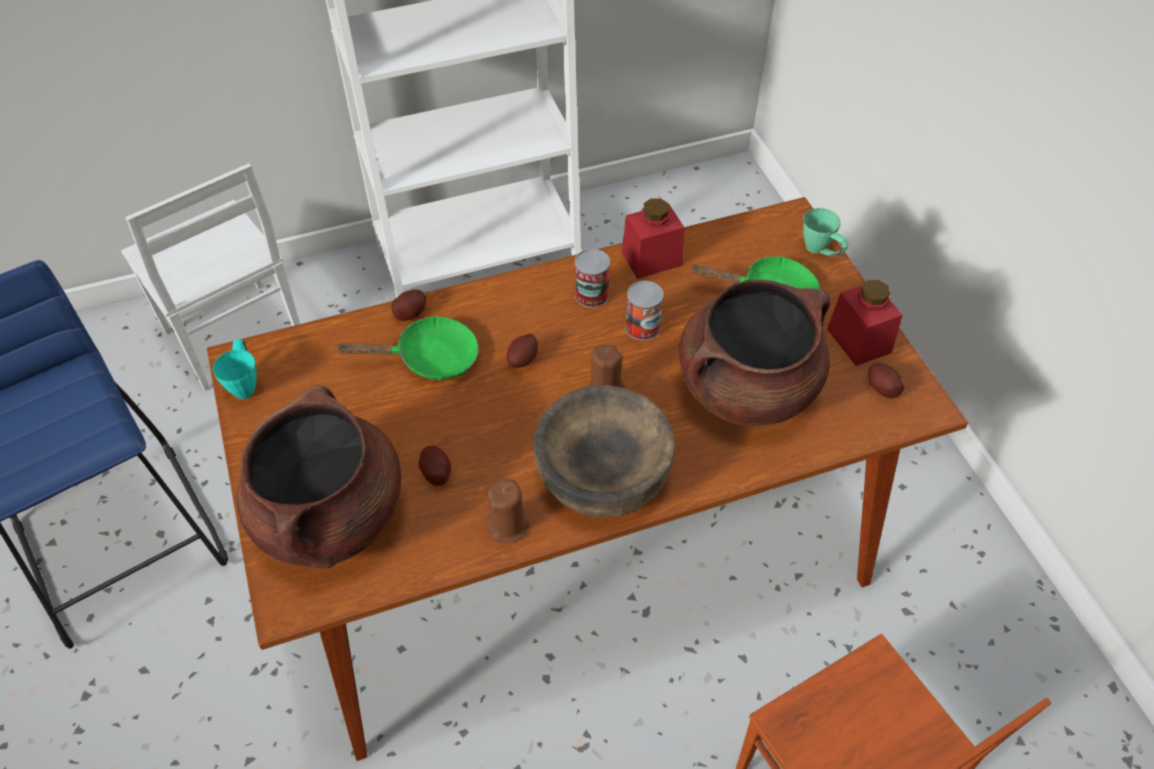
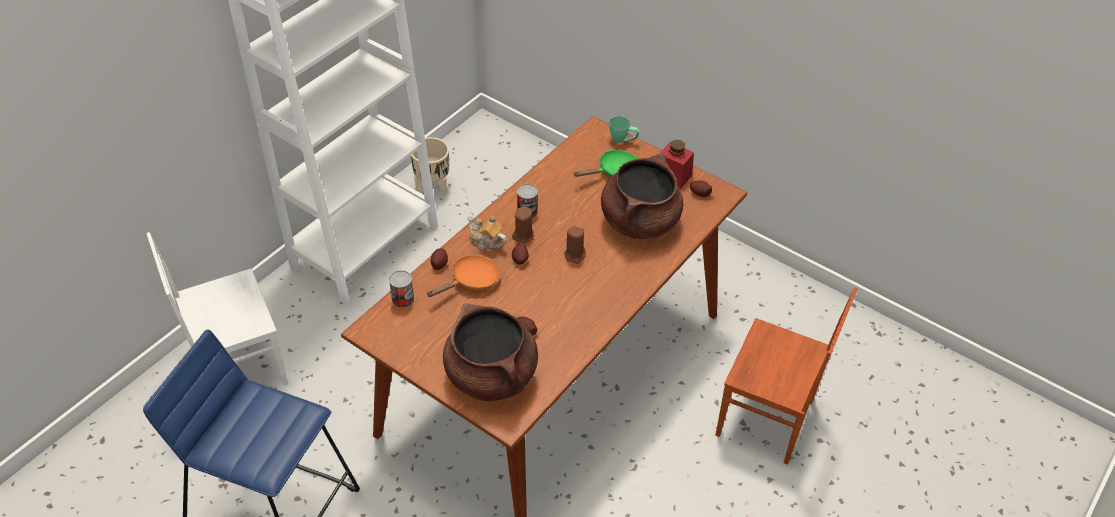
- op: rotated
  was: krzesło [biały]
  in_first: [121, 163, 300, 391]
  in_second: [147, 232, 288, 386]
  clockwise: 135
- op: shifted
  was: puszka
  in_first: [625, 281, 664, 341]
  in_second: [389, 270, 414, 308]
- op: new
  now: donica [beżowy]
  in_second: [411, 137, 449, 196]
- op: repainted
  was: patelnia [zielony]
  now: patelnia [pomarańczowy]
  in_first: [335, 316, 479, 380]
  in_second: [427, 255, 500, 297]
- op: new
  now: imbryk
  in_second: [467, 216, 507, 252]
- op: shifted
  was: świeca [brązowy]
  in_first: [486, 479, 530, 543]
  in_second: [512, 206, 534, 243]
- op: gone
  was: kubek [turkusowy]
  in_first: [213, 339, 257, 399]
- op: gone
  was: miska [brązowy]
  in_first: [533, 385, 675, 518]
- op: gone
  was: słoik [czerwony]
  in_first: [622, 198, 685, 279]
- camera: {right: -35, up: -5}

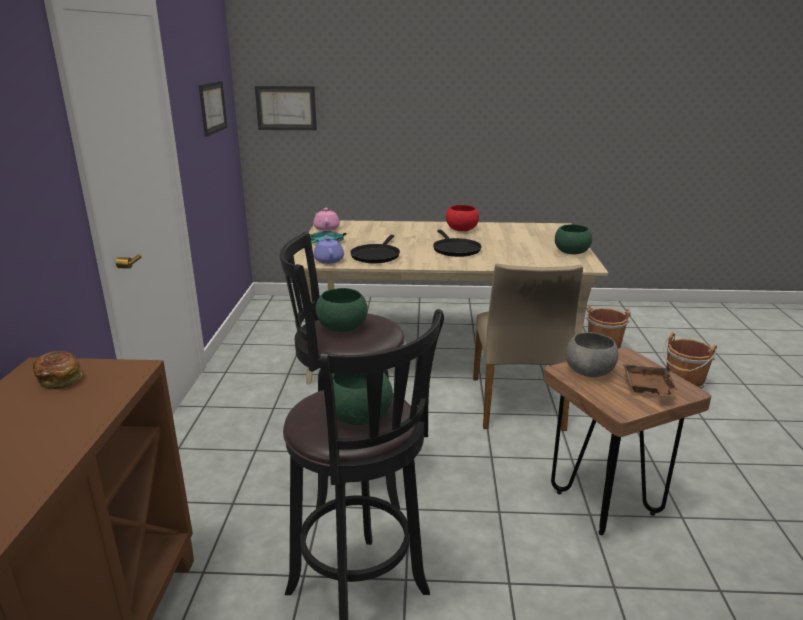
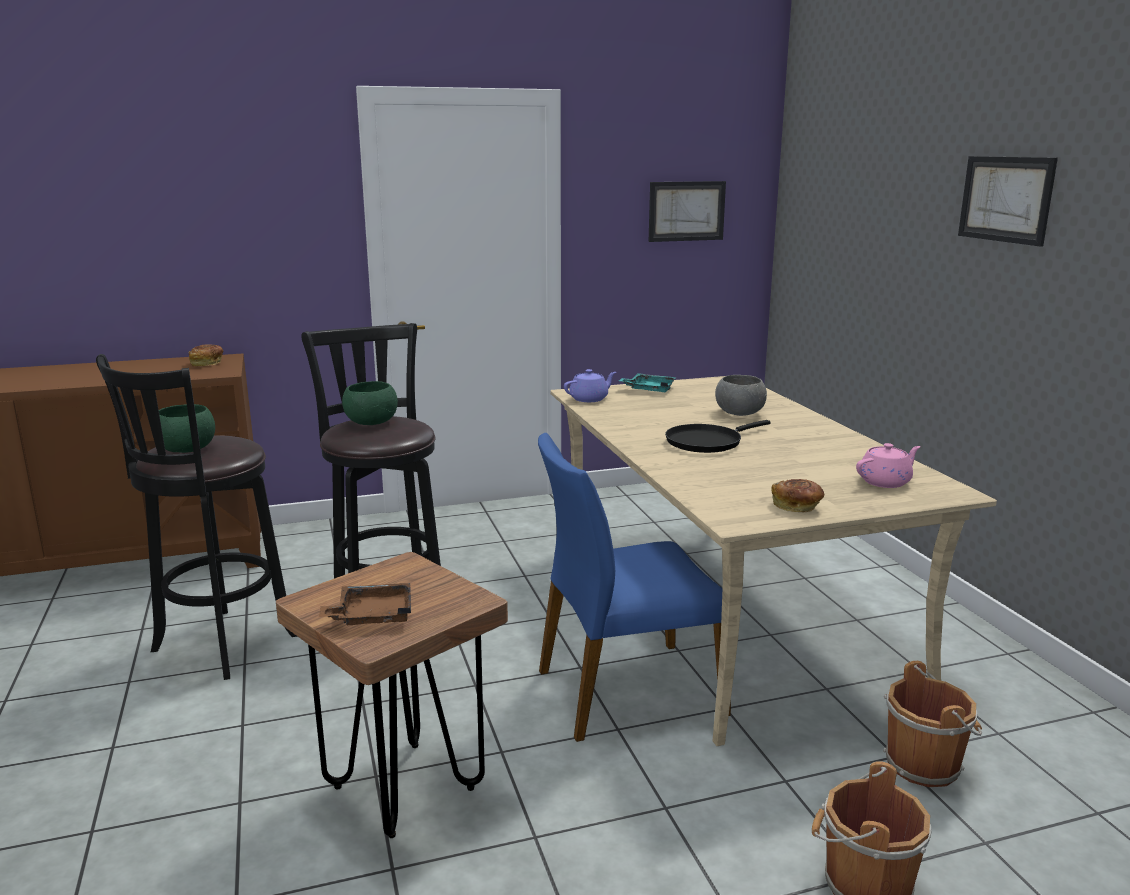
- op: repainted
  was: krzesło [beżowy]
  now: krzesło [niebieski]
  in_first: [473, 264, 583, 431]
  in_second: [538, 433, 731, 742]
- op: shifted
  was: miska [szary]
  in_first: [565, 332, 618, 377]
  in_second: [715, 375, 767, 416]
- op: swapped
  was: miska [zielony]
  now: chleb
  in_first: [555, 224, 592, 254]
  in_second: [772, 479, 824, 512]
- op: shifted
  was: imbryk [różowy]
  in_first: [313, 207, 340, 231]
  in_second: [856, 443, 921, 488]
- op: shifted
  was: obraz
  in_first: [255, 86, 317, 130]
  in_second: [958, 156, 1058, 246]
- op: gone
  was: patelnia [czarny]
  in_first: [350, 235, 400, 263]
- op: gone
  was: miska [czerwony]
  in_first: [446, 205, 479, 231]
- camera: {right: 70, up: -5}

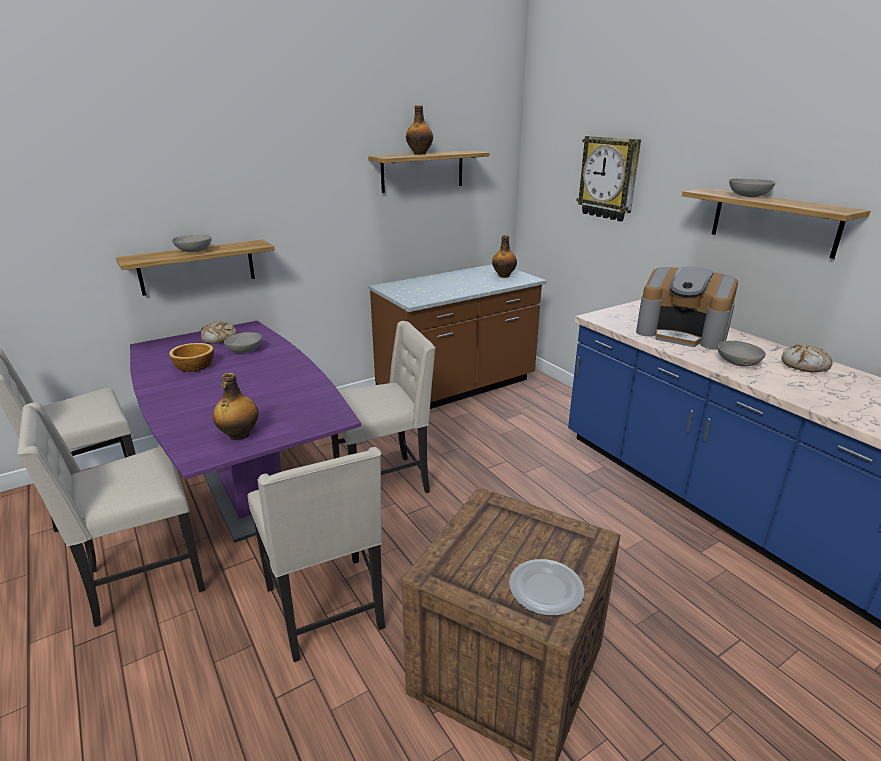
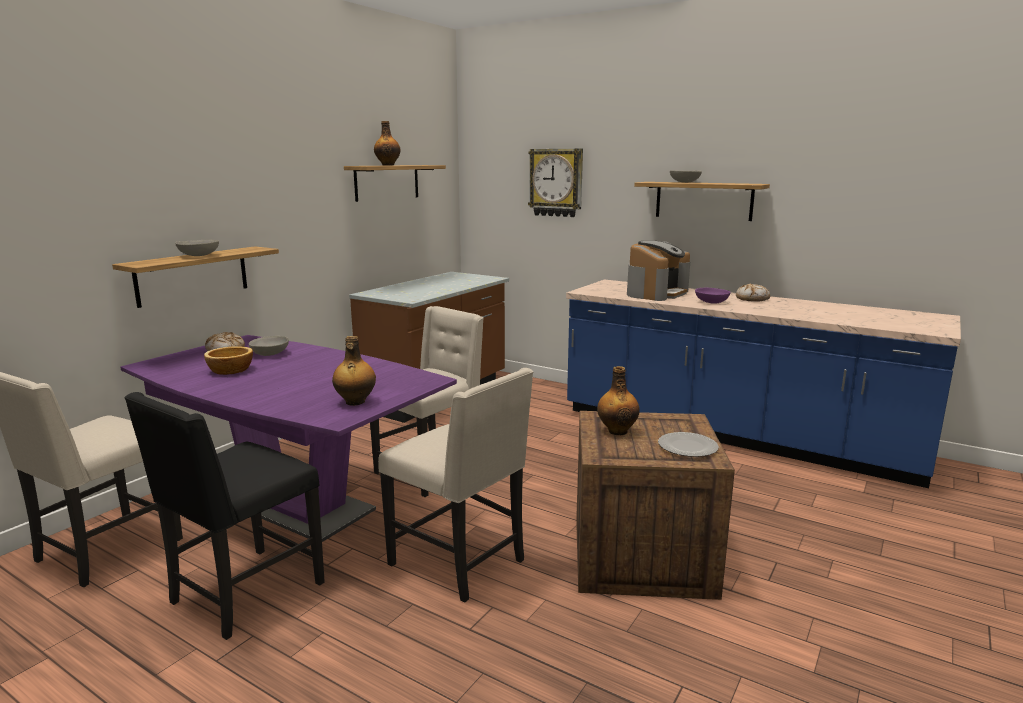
- op: repainted
  was: krzesło [beżowy]
  now: krzesło [czarny]
  in_first: [17, 402, 205, 627]
  in_second: [124, 392, 325, 640]
- op: shifted
  was: butelka
  in_first: [492, 235, 517, 278]
  in_second: [597, 366, 640, 435]
- op: rotated
  was: ekspres do kawy
  in_first: [636, 267, 738, 350]
  in_second: [627, 240, 690, 301]
  clockwise: -60
- op: repainted
  was: miska [szary]
  now: miska [fioletowy]
  in_first: [718, 341, 766, 367]
  in_second: [695, 288, 731, 304]
- camera: {right: -25, up: -10}

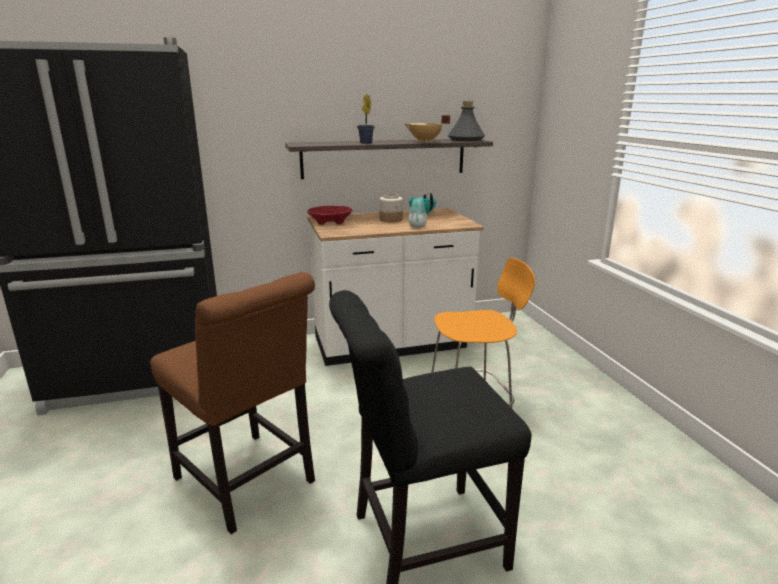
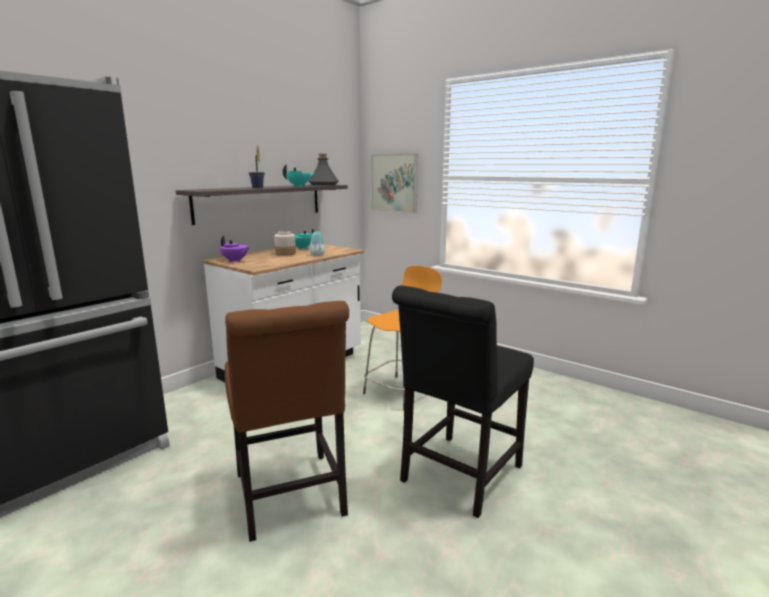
- op: swapped
  was: miska [czerwony]
  now: imbryk [fioletowy]
  in_first: [307, 206, 352, 225]
  in_second: [220, 236, 248, 262]
- op: rotated
  was: krzesło [brązowy]
  in_first: [150, 272, 315, 534]
  in_second: [225, 301, 349, 542]
  clockwise: 60
- op: swapped
  was: garnek [beżowy]
  now: imbryk [turkusowy]
  in_first: [405, 115, 450, 142]
  in_second: [283, 164, 315, 187]
- op: new
  now: obraz
  in_second: [371, 154, 418, 213]
- camera: {right: -35, up: -5}

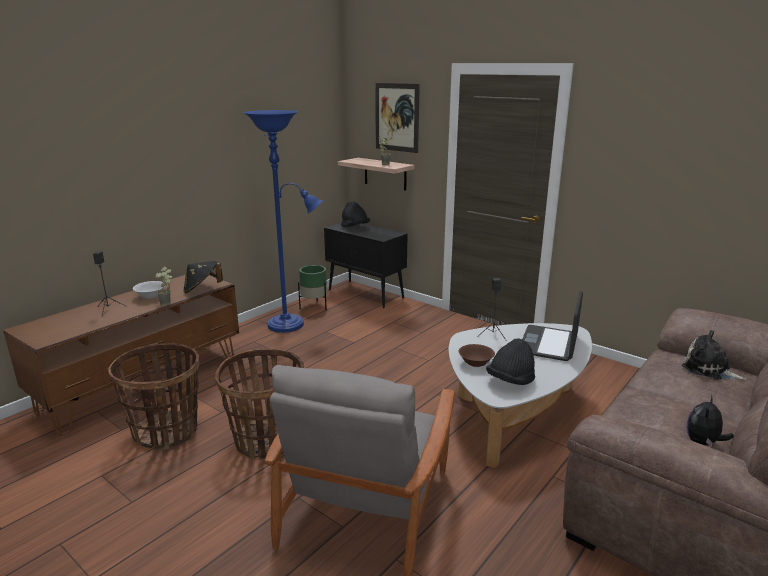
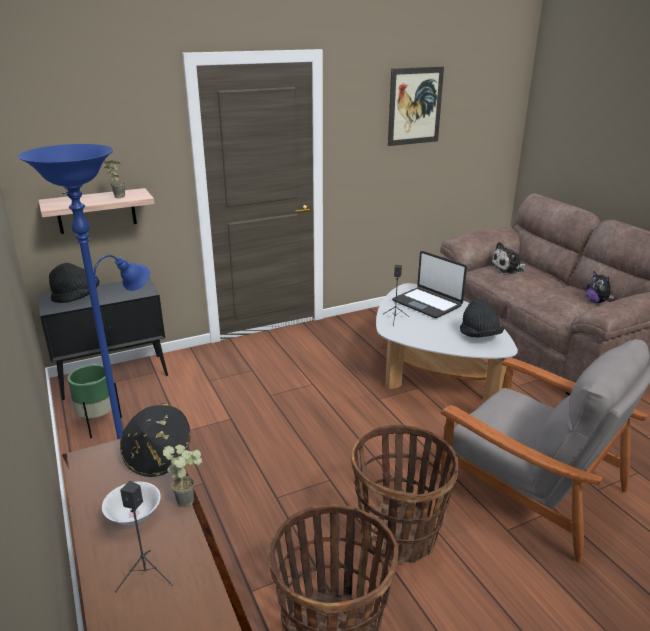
- op: shifted
  was: obraz
  in_first: [375, 83, 420, 153]
  in_second: [388, 67, 444, 146]
- op: gone
  was: miska [brązowy]
  in_first: [459, 344, 495, 367]
- camera: {right: -65, up: 5}

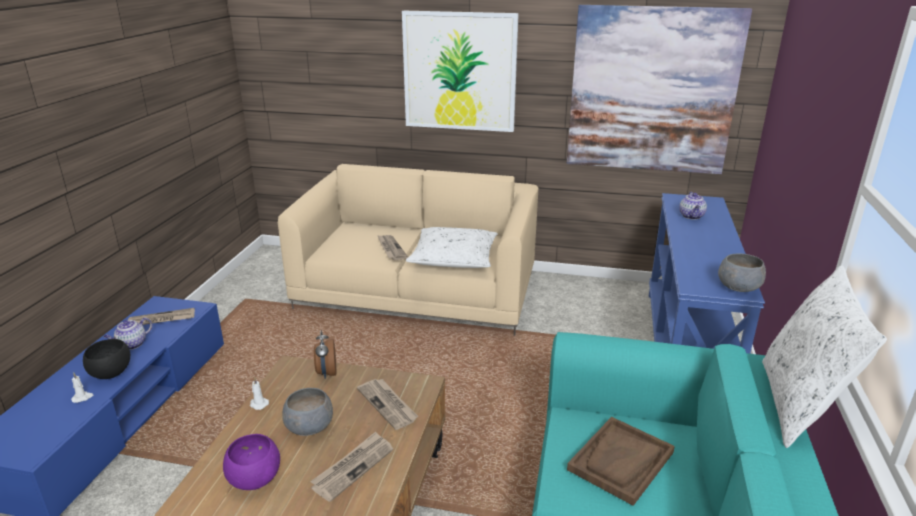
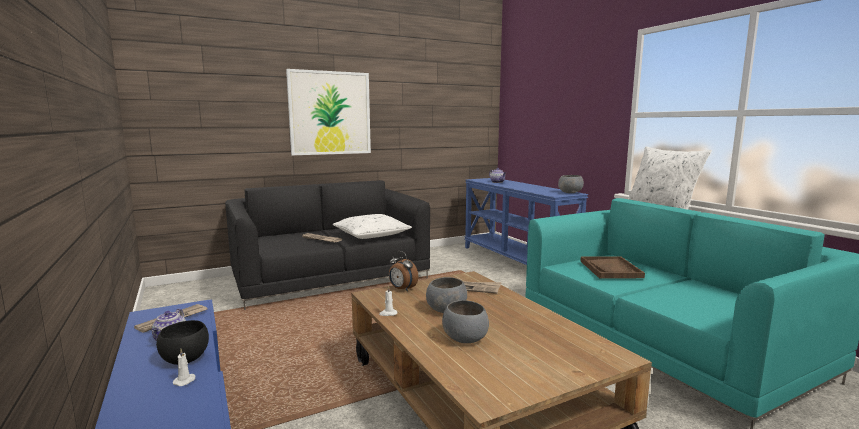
- op: repainted
  was: kanapa [beżowy]
  now: kanapa [czarny]
  in_first: [278, 164, 538, 336]
  in_second: [225, 180, 430, 310]
- op: repainted
  was: miska [fioletowy]
  now: miska [szary]
  in_first: [223, 434, 280, 490]
  in_second: [442, 300, 489, 343]
- op: gone
  was: gazeta
  in_first: [310, 432, 393, 502]
- op: gone
  was: obraz
  in_first: [567, 5, 752, 174]
- camera: {right: -40, up: -15}

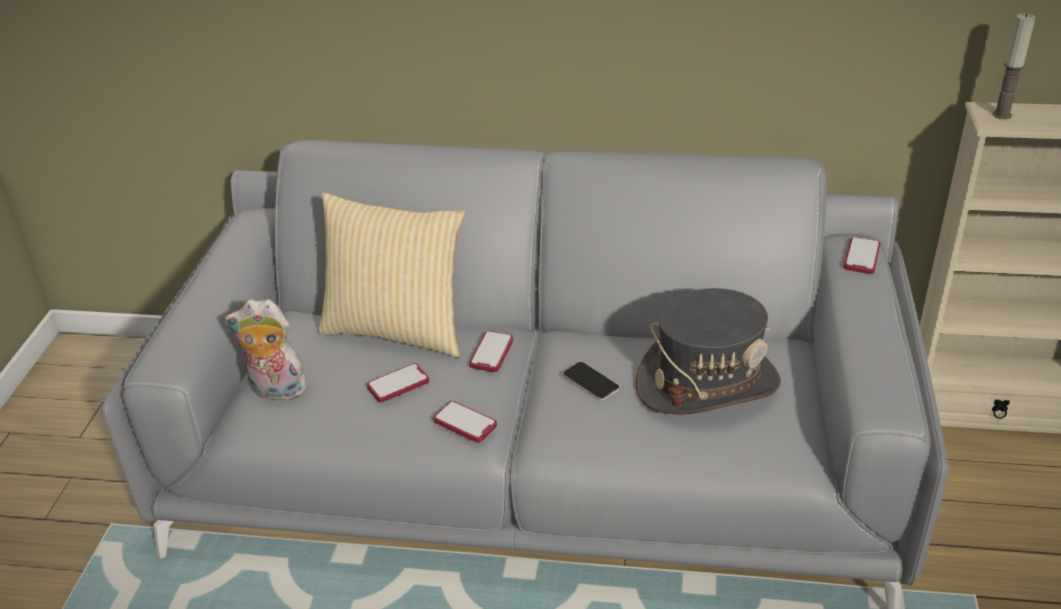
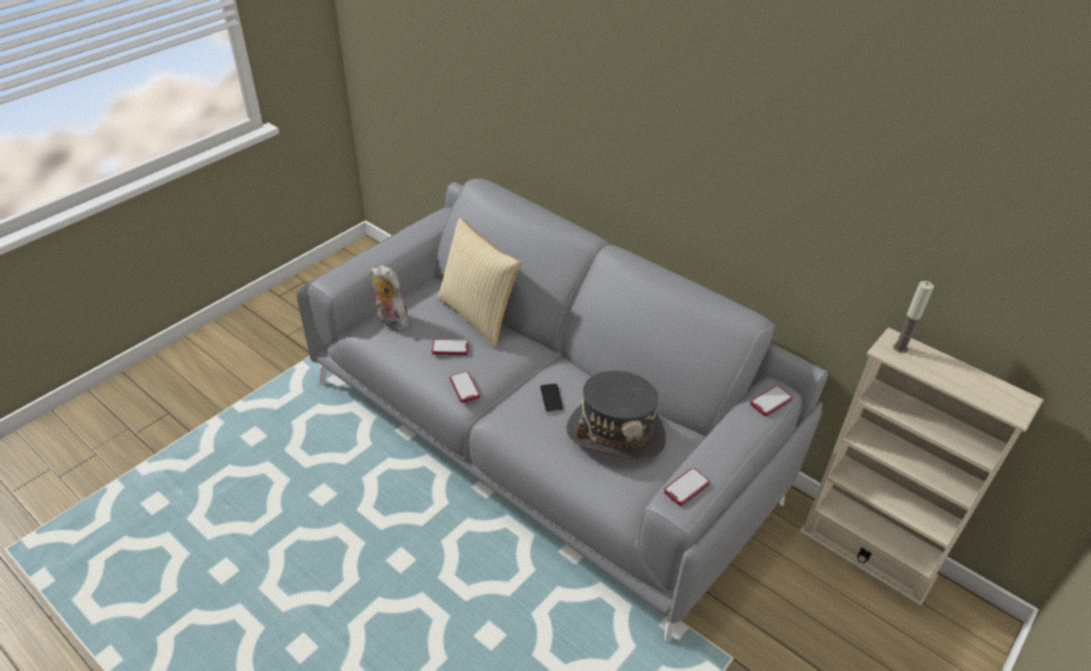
- op: shifted
  was: telefon
  in_first: [469, 331, 513, 372]
  in_second: [664, 468, 710, 506]
- camera: {right: 30, up: 5}

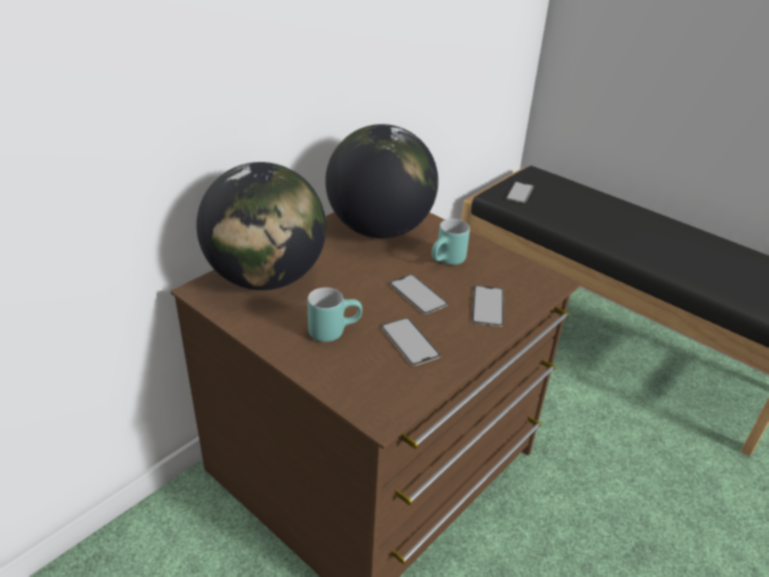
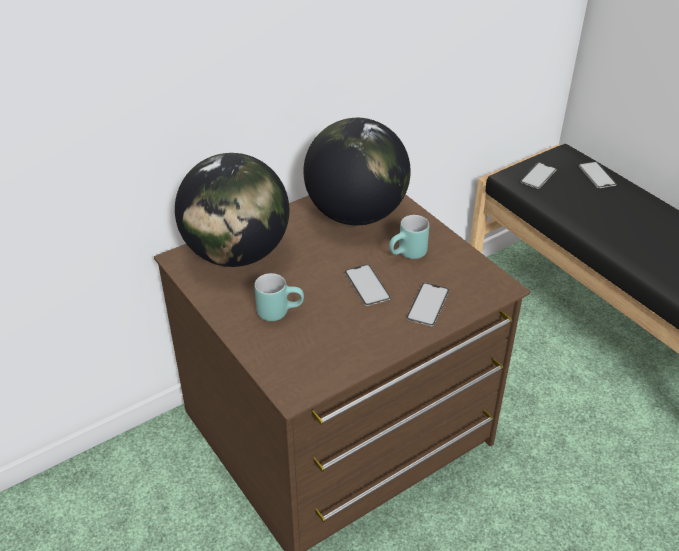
- op: shifted
  was: telefon
  in_first: [381, 318, 440, 366]
  in_second: [579, 162, 616, 188]
- camera: {right: 15, up: 5}

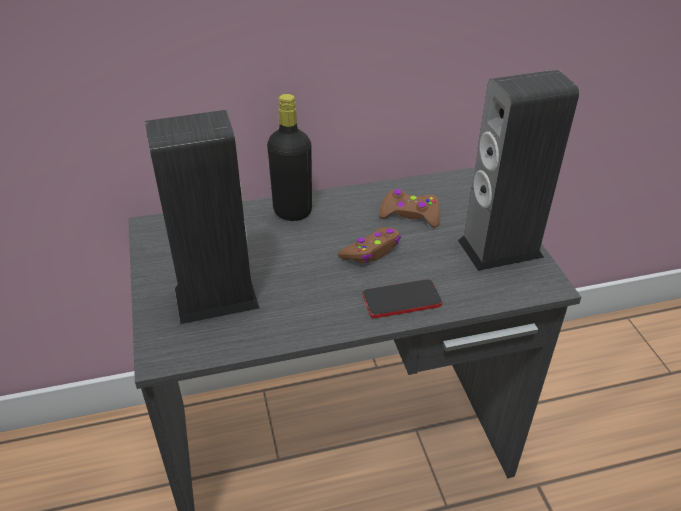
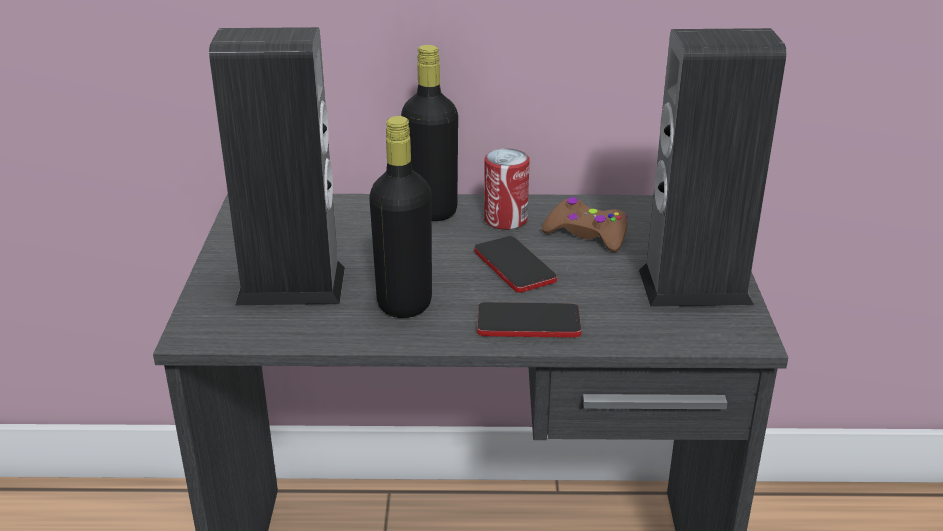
- op: new
  now: butelka [czarny]
  in_second: [369, 116, 432, 318]
- op: swapped
  was: pad do gier [brązowy]
  now: telefon
  in_first: [338, 227, 401, 263]
  in_second: [474, 236, 557, 293]
- op: new
  now: puszka
  in_second: [484, 148, 530, 230]
- camera: {right: 15, up: -10}

